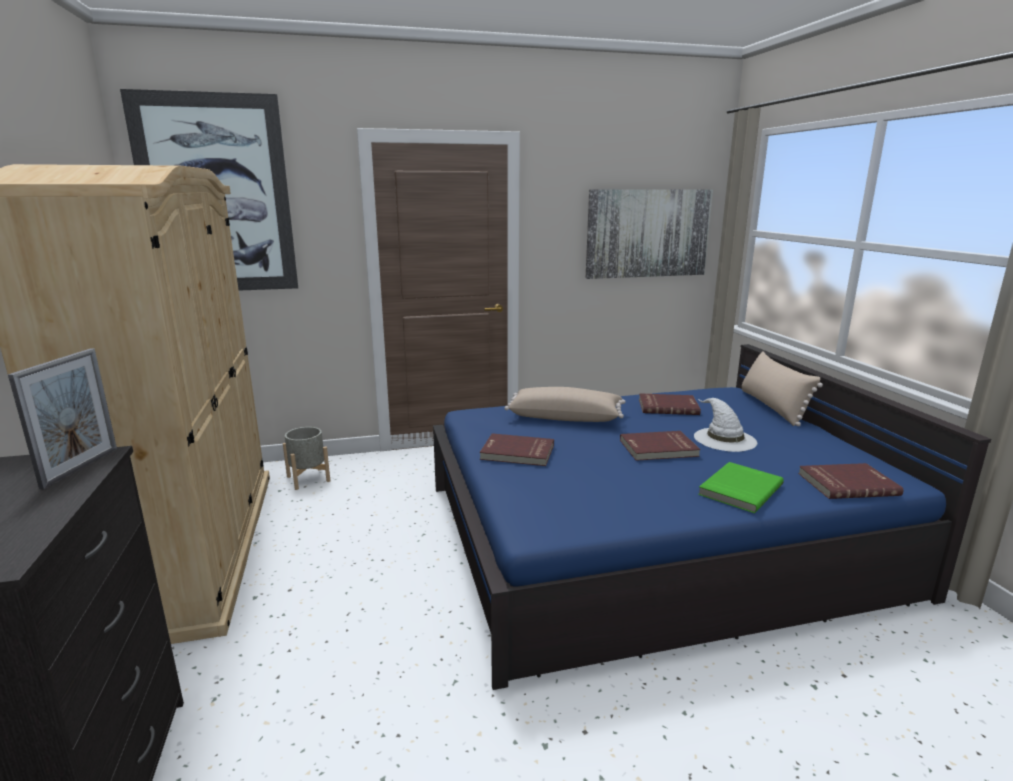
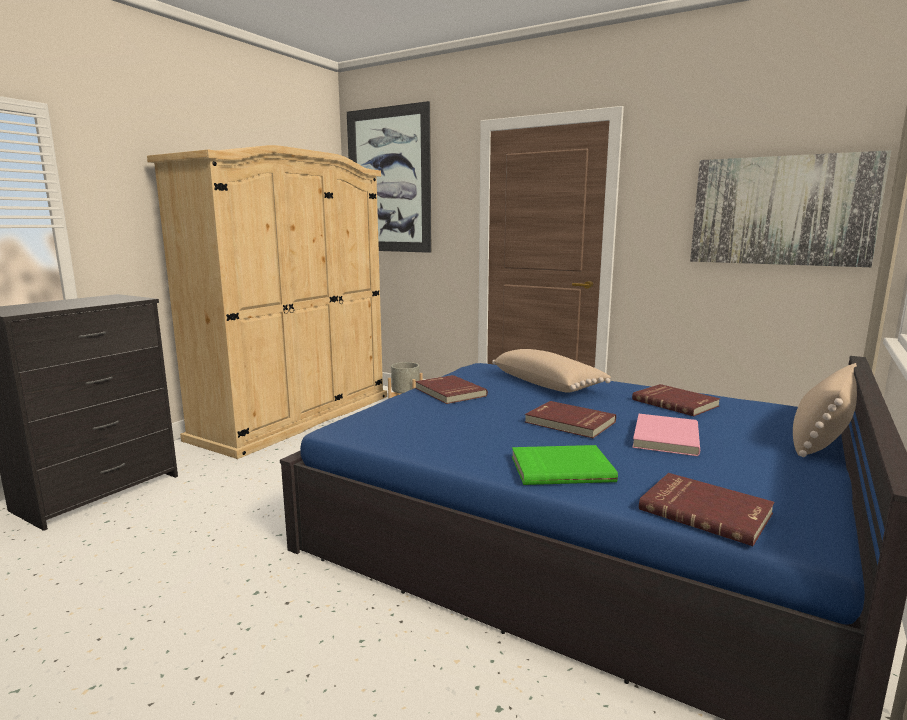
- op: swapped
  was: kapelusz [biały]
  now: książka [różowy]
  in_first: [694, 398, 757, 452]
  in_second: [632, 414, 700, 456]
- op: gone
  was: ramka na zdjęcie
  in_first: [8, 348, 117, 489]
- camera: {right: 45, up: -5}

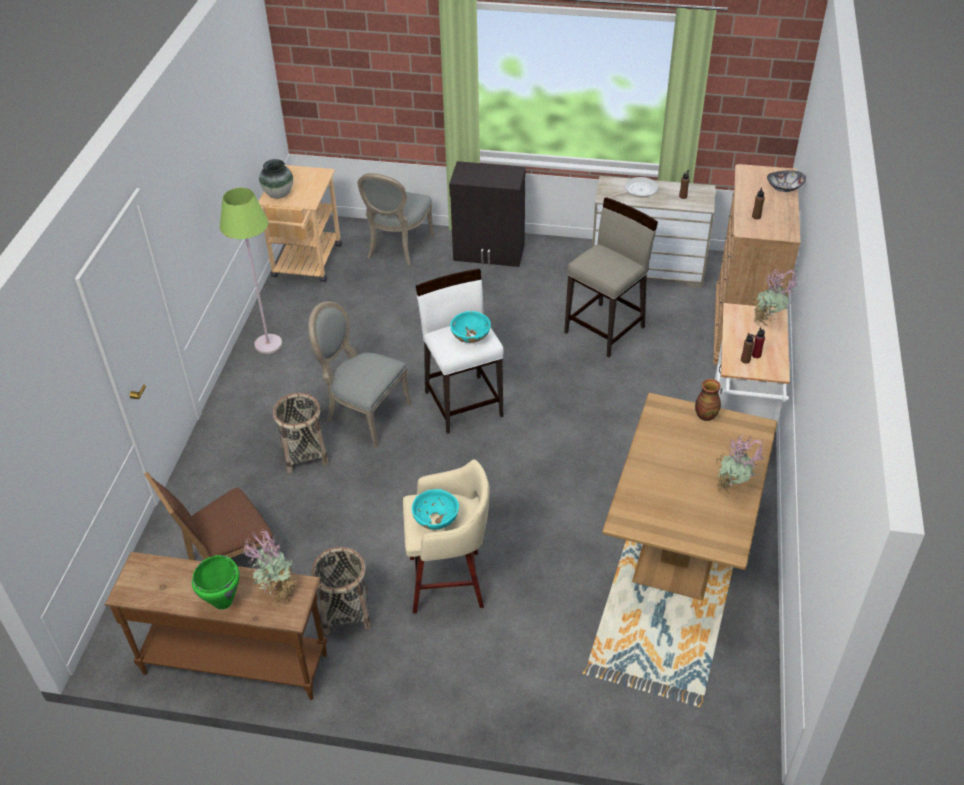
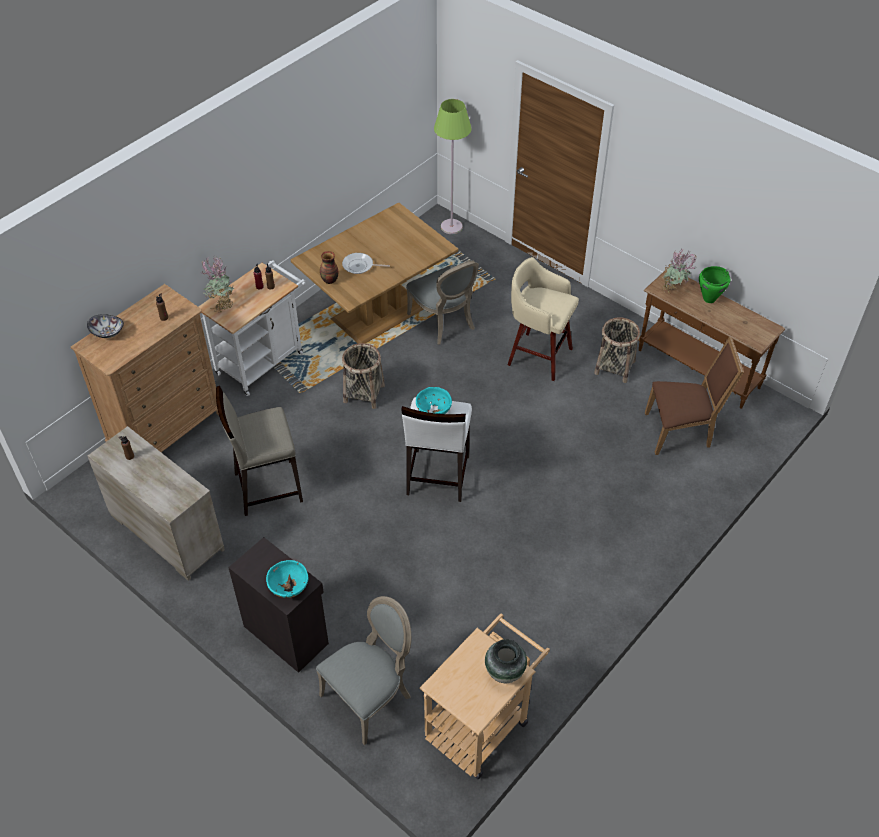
- op: shifted
  was: miska [turkusowy]
  in_first: [412, 489, 459, 530]
  in_second: [266, 560, 308, 598]
- op: shifted
  was: patelnia
  in_first: [610, 177, 658, 198]
  in_second: [342, 253, 390, 274]
- op: shifted
  was: koszyk
  in_first: [273, 393, 329, 473]
  in_second: [342, 343, 385, 409]
- op: shifted
  was: krzesło [szary]
  in_first: [308, 301, 412, 447]
  in_second: [406, 260, 479, 344]
- op: shifted
  was: lampa stojąca [zielony]
  in_first: [220, 188, 282, 354]
  in_second: [434, 99, 472, 234]
- op: gone
  was: roślina doniczkowa
  in_first: [716, 435, 766, 494]
- camera: {right: -150, up: 5}

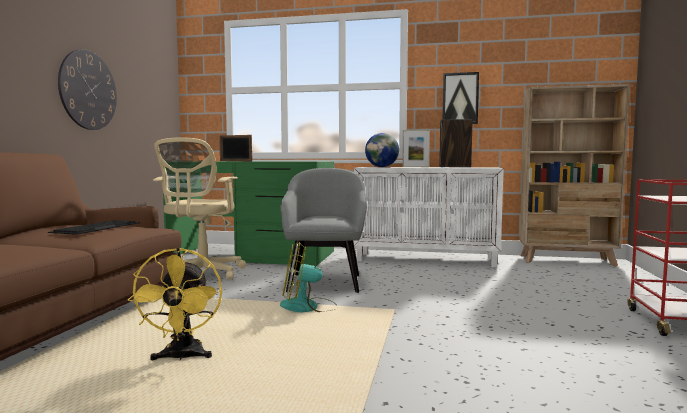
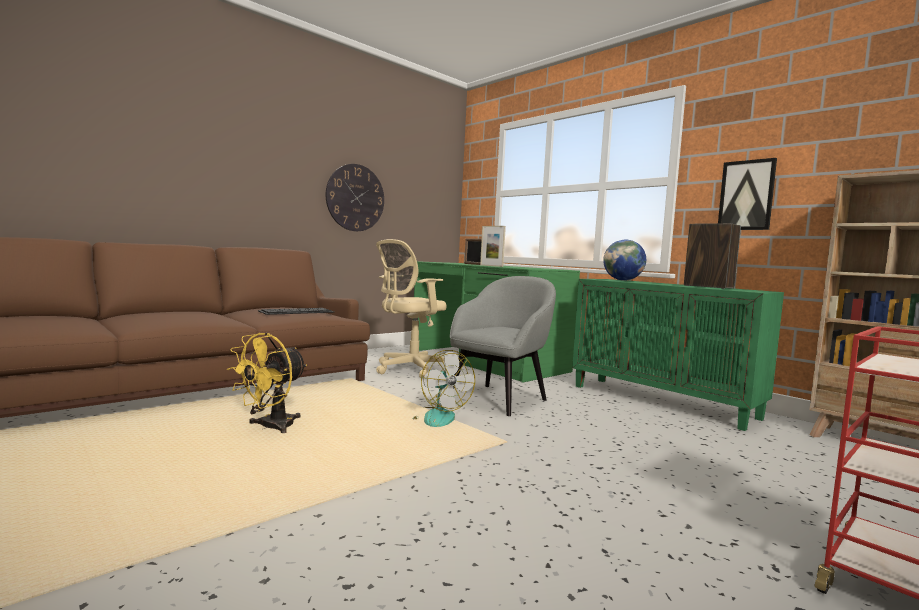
- op: rotated
  was: wentylator
  in_first: [280, 242, 338, 312]
  in_second: [413, 350, 475, 427]
  clockwise: -150
- op: shifted
  was: ramka na zdjęcie
  in_first: [402, 130, 430, 167]
  in_second: [480, 226, 506, 267]
- op: repainted
  was: szafka [biały]
  now: szafka [zielony]
  in_first: [354, 167, 504, 268]
  in_second: [572, 279, 784, 431]
- camera: {right: 35, up: 0}

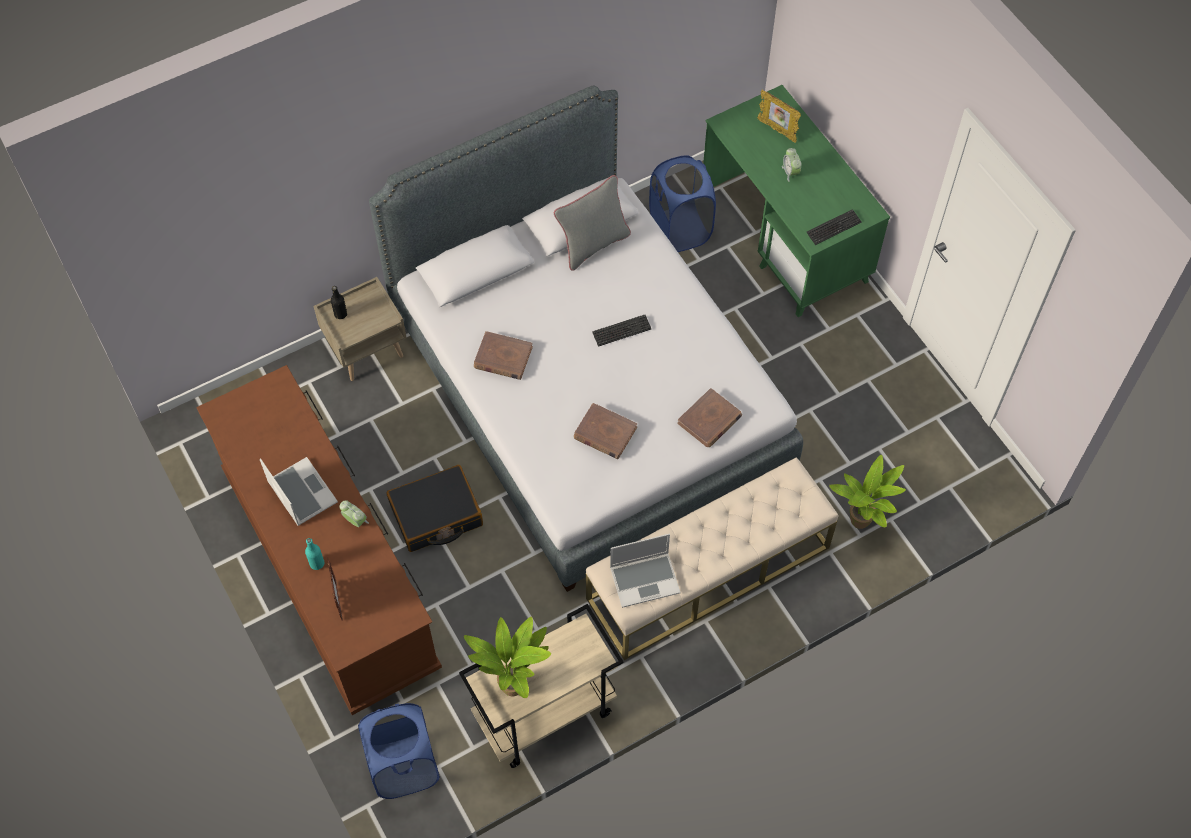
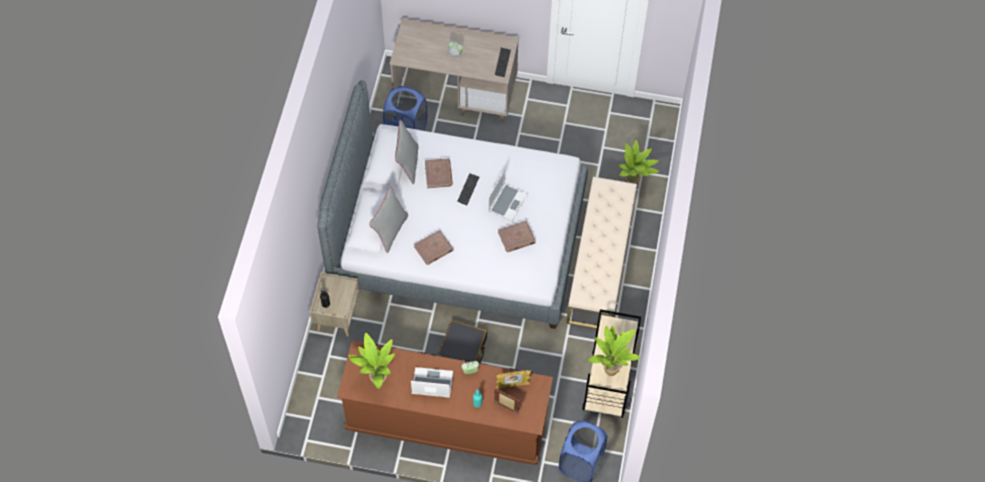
- op: new
  now: roślina doniczkowa
  in_second: [348, 333, 395, 389]
- op: new
  now: poduszka [szary]
  in_second: [369, 186, 408, 253]
- op: repainted
  was: biurko [zielony]
  now: biurko [beżowy]
  in_first: [703, 85, 890, 317]
  in_second: [390, 18, 519, 123]
- op: shifted
  was: książka [brązowy]
  in_first: [678, 388, 742, 447]
  in_second: [425, 158, 453, 188]
- op: shifted
  was: laptop
  in_first: [610, 534, 681, 608]
  in_second: [488, 170, 527, 221]
- op: shifted
  was: ramka na zdjęcie
  in_first: [757, 90, 801, 143]
  in_second: [496, 370, 531, 389]
- camera: {right: -50, up: 0}

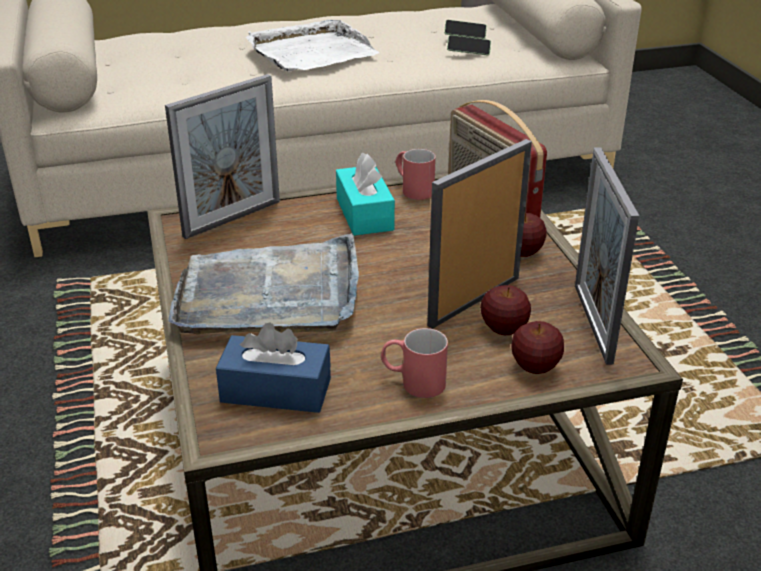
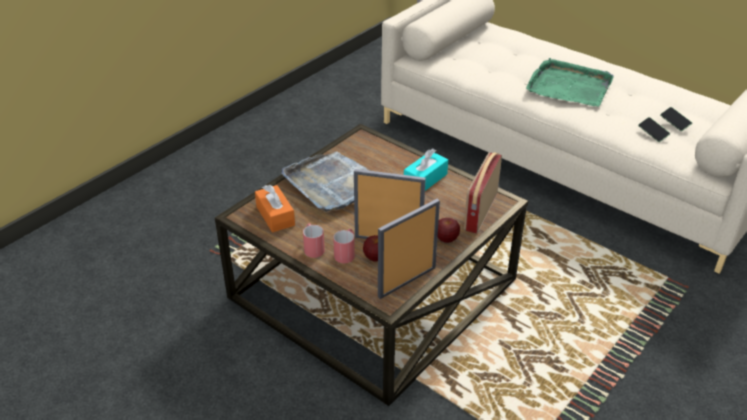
- op: repainted
  was: pudełko chusteczek [niebieski]
  now: pudełko chusteczek [pomarańczowy]
  in_first: [216, 322, 331, 413]
  in_second: [255, 185, 295, 232]
- op: shifted
  was: kubek [czerwony]
  in_first: [395, 149, 436, 200]
  in_second: [333, 229, 355, 263]
- op: repainted
  was: taca [biały]
  now: taca [zielony]
  in_first: [246, 19, 380, 72]
  in_second: [526, 58, 614, 107]
- op: gone
  was: ramka na zdjęcie
  in_first: [165, 74, 280, 239]
- op: gone
  was: jabłko
  in_first: [511, 321, 564, 374]
- camera: {right: 55, up: 5}

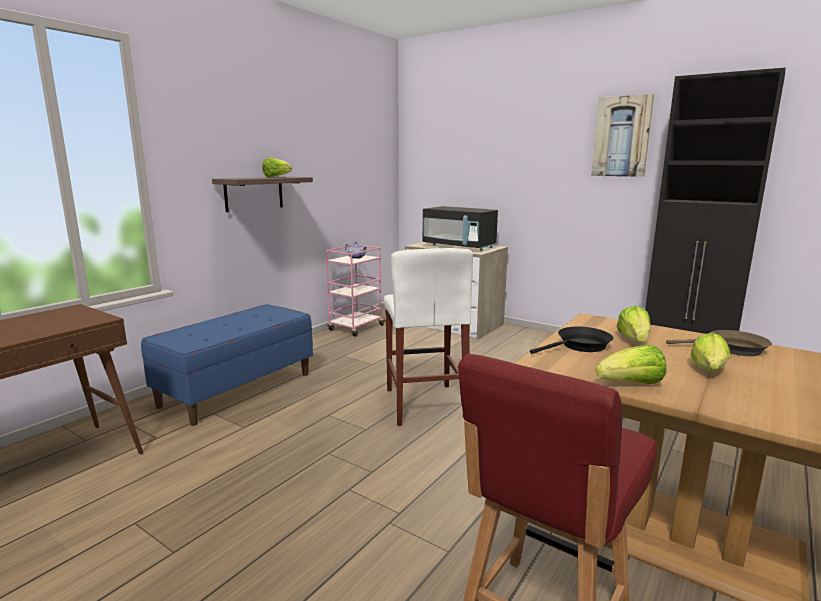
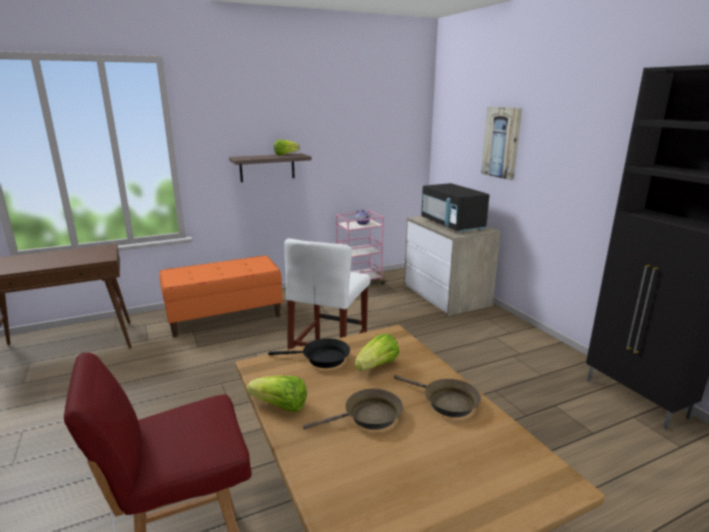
- op: repainted
  was: ławka [niebieski]
  now: ławka [pomarańczowy]
  in_first: [141, 304, 313, 426]
  in_second: [159, 256, 283, 337]
- op: swapped
  was: sałata
  now: patelnia [brązowy]
  in_first: [691, 332, 730, 371]
  in_second: [303, 389, 403, 430]
- op: shifted
  was: obraz
  in_first: [591, 94, 654, 177]
  in_second: [481, 107, 522, 180]
- camera: {right: 30, up: 5}

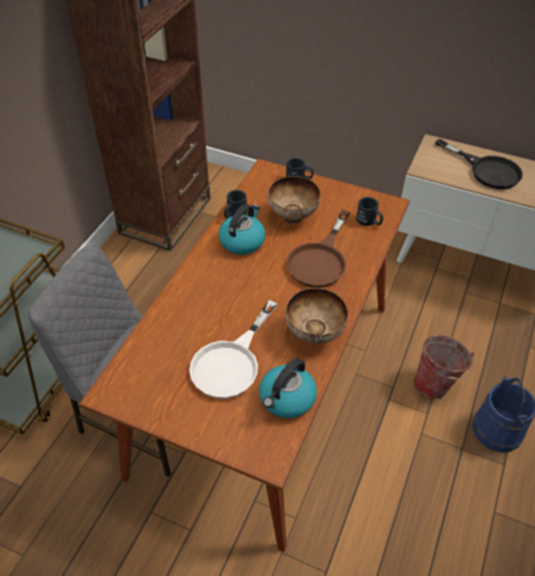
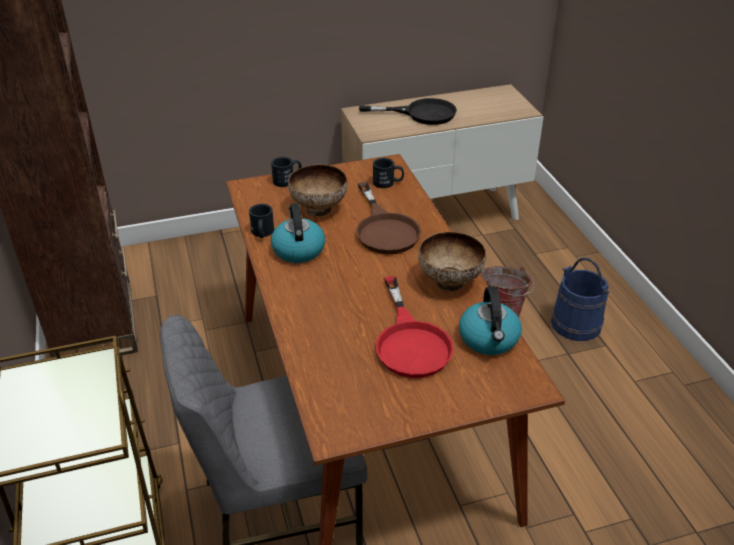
- op: repainted
  was: patelnia [biały]
  now: patelnia [czerwony]
  in_first: [189, 300, 277, 399]
  in_second: [376, 276, 454, 378]
- camera: {right: -40, up: -10}

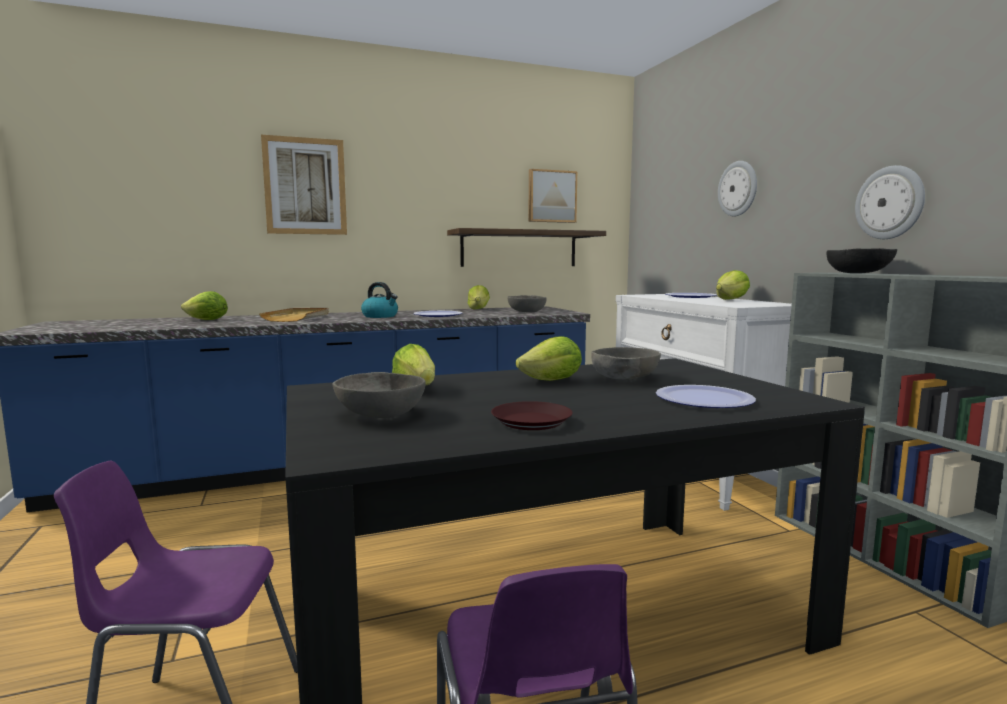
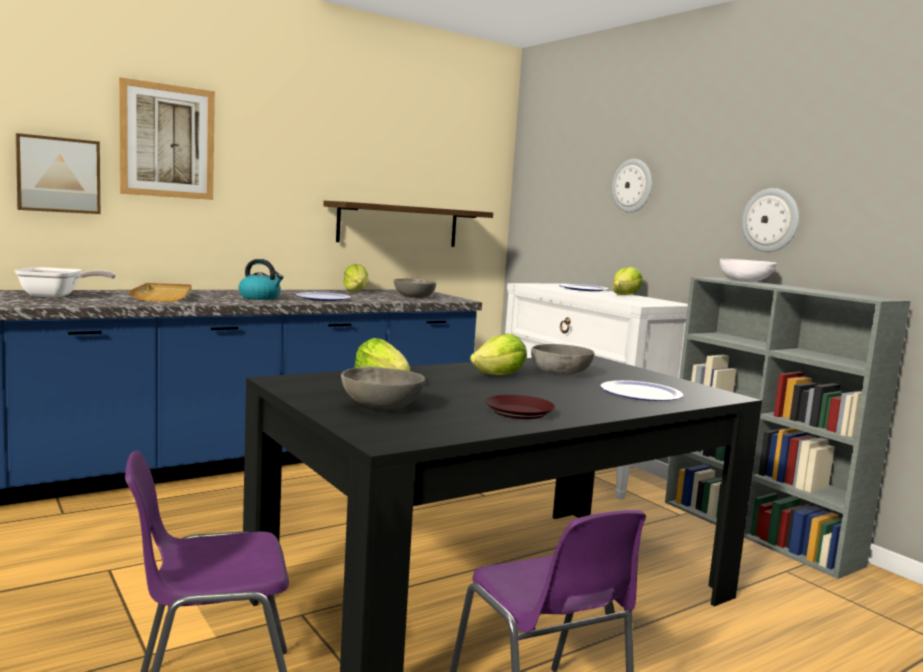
- op: swapped
  was: sałata
  now: patelnia
  in_first: [181, 291, 228, 320]
  in_second: [14, 267, 116, 298]
- op: shifted
  was: obraz
  in_first: [528, 169, 577, 223]
  in_second: [15, 133, 100, 214]
- op: repainted
  was: miska [czarny]
  now: miska [biały]
  in_first: [827, 248, 897, 273]
  in_second: [720, 259, 777, 282]
- camera: {right: -15, up: 0}

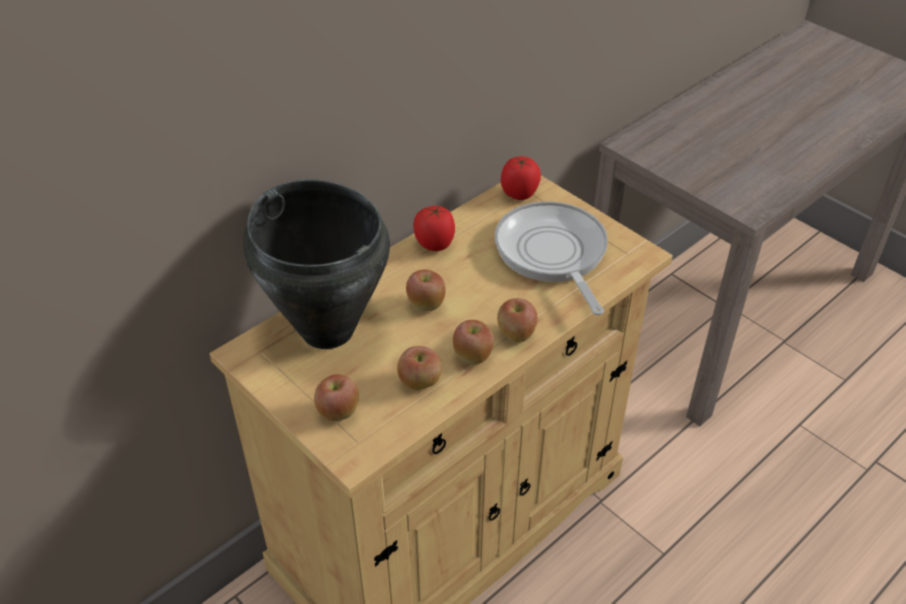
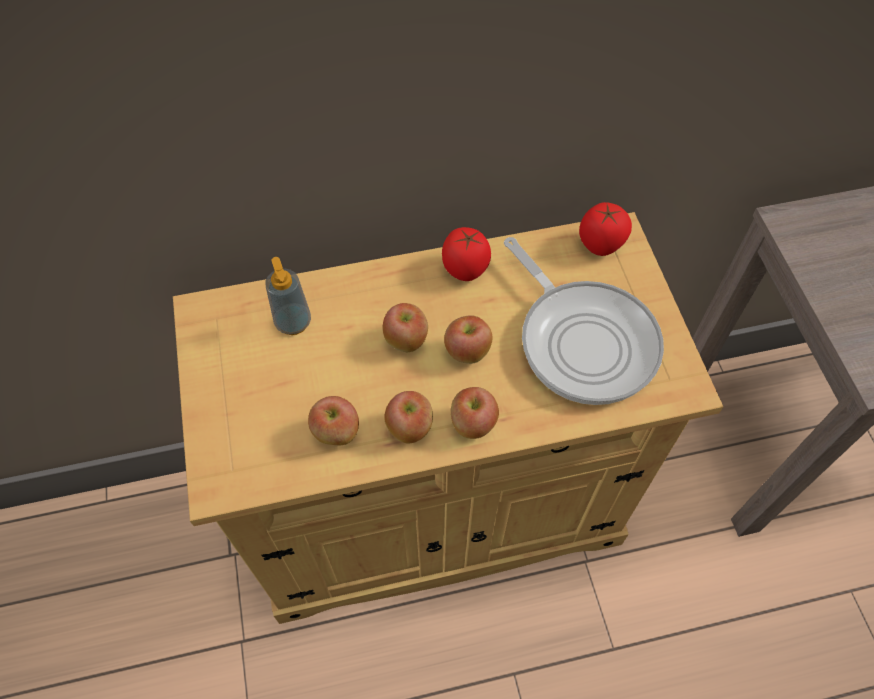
- op: swapped
  was: garnek [czarny]
  now: dozownik mydła
  in_first: [243, 179, 390, 349]
  in_second: [265, 257, 311, 335]
- op: shifted
  was: jabłko
  in_first: [314, 374, 359, 421]
  in_second: [444, 315, 492, 364]
- op: rotated
  was: patelnia
  in_first: [495, 201, 608, 315]
  in_second: [504, 237, 664, 405]
  clockwise: 135
- camera: {right: 30, up: 15}

